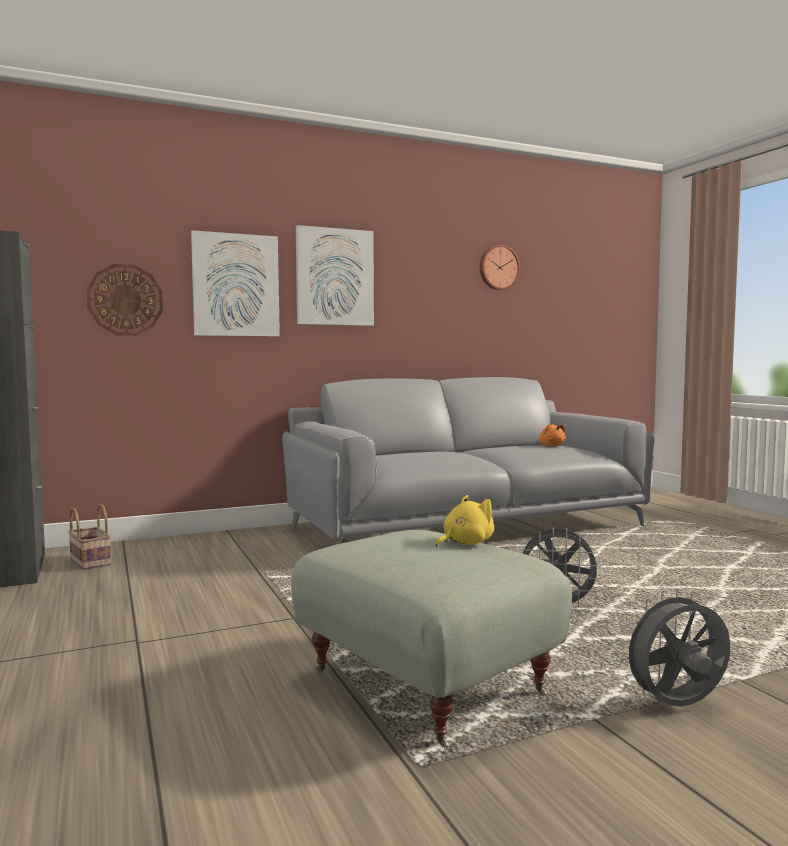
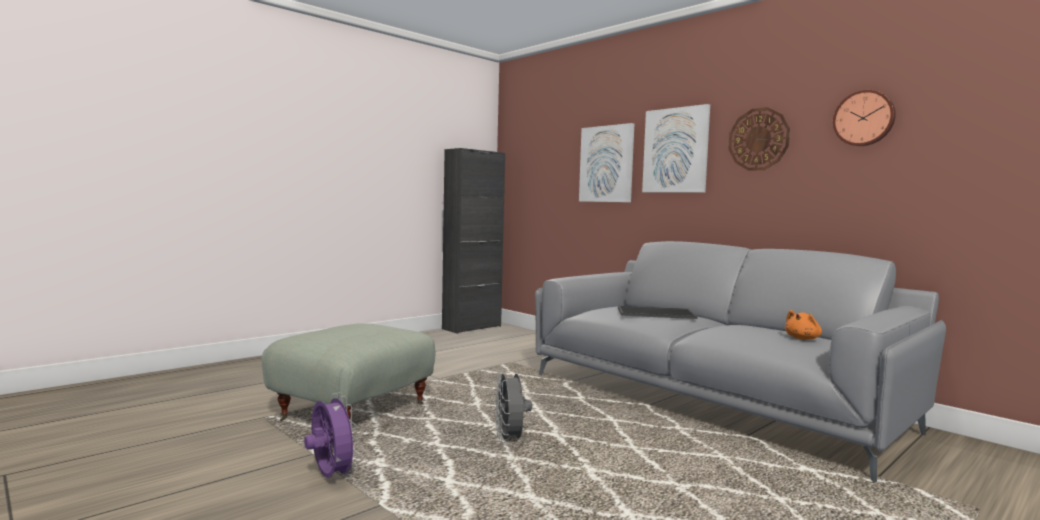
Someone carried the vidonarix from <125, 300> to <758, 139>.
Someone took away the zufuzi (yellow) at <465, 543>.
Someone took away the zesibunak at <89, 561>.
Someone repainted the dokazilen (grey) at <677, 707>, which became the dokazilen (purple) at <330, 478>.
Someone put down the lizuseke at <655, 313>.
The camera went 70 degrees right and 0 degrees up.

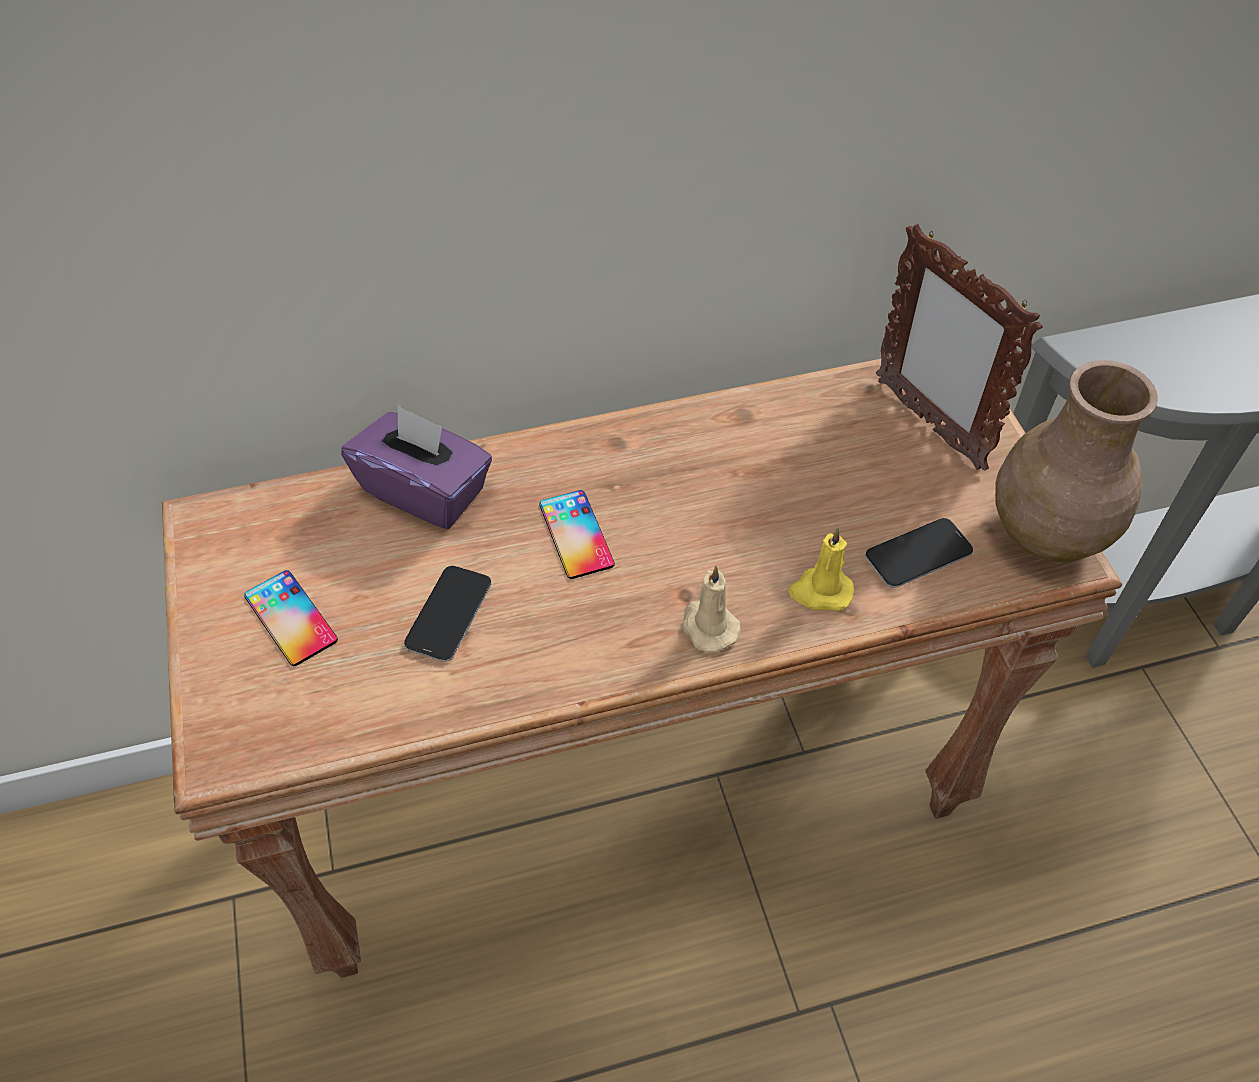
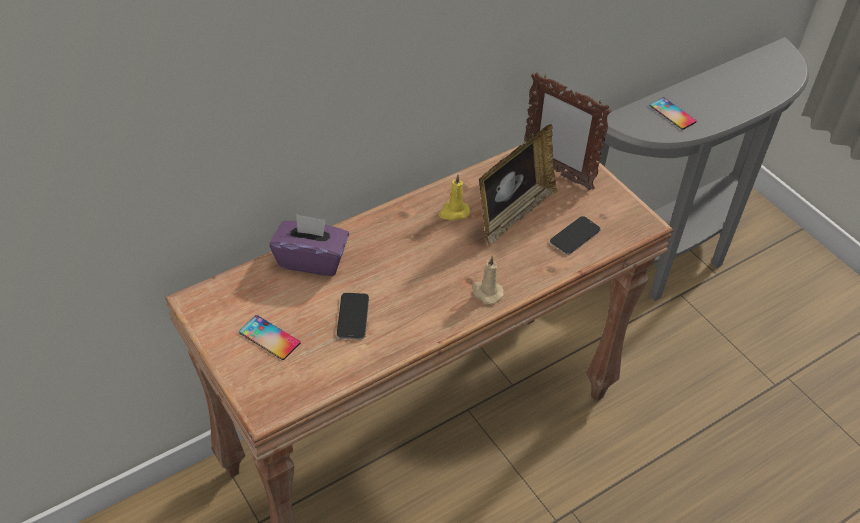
Someone took away the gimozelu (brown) at <1045, 534>.
Someone carried the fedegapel from <576, 534> to <672, 113>.
Someone carried the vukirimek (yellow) from <820, 591> to <453, 212>.
Someone put down the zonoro at <513, 214>.
The camera went 20 degrees left and 5 degrees down.

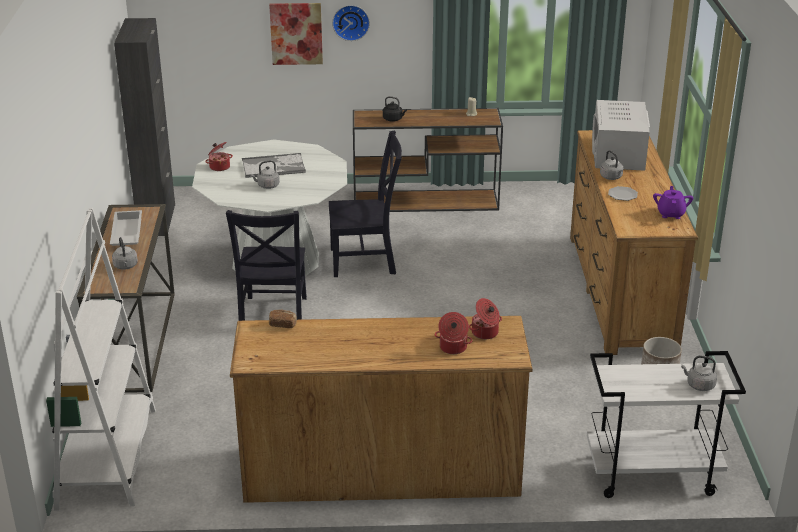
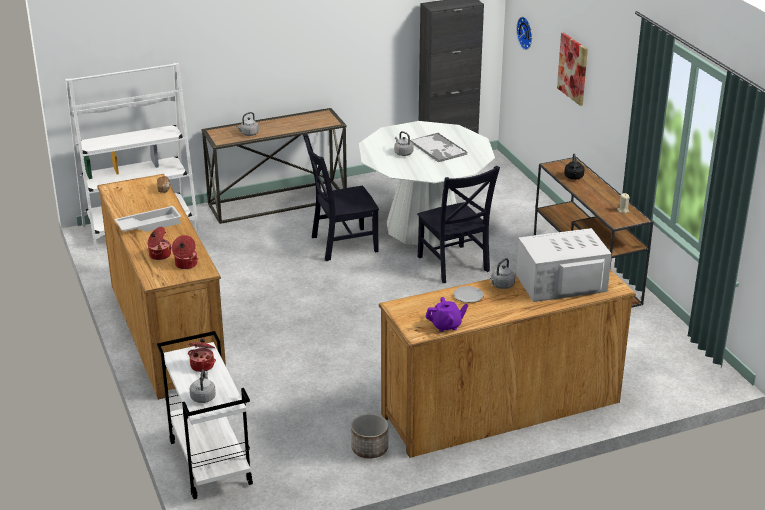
Someone carried the vidonarix from <351, 22> to <526, 32>.
Someone carried the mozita from <219, 167> to <203, 365>.
Someone carried the lizuseke (white) from <126, 234> to <149, 224>.
The camera went 70 degrees right and 0 degrees up.

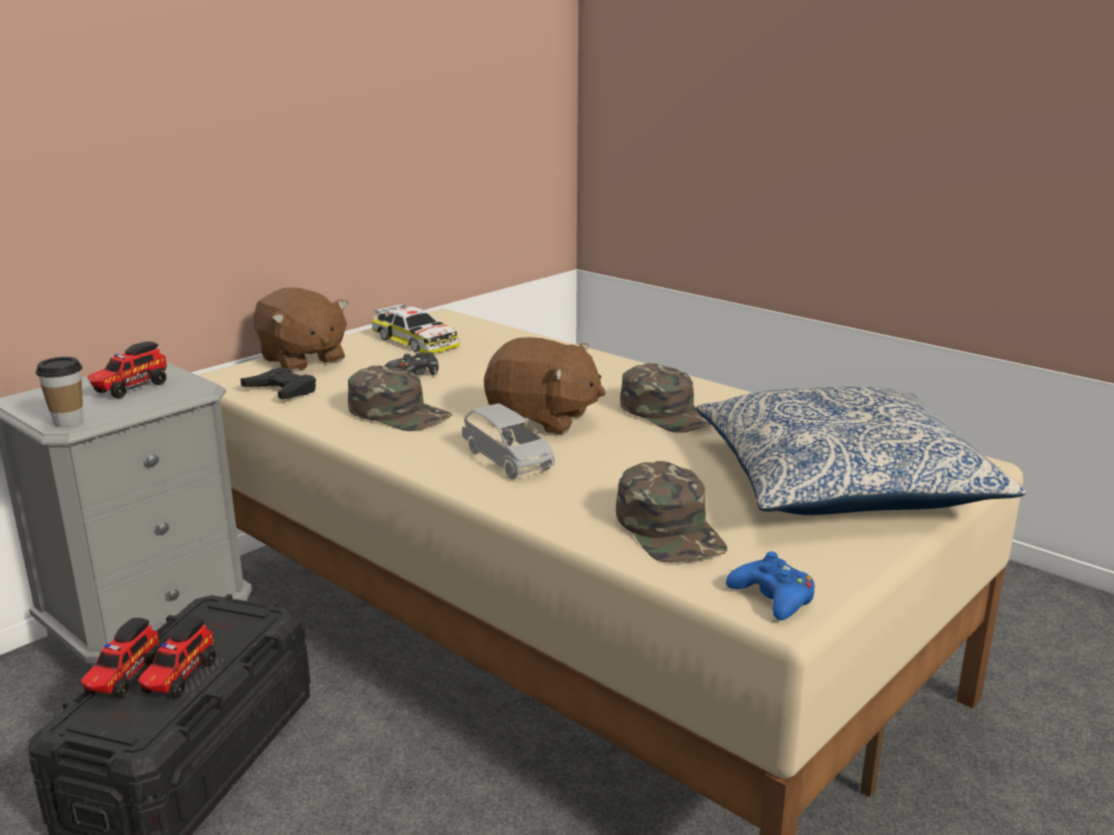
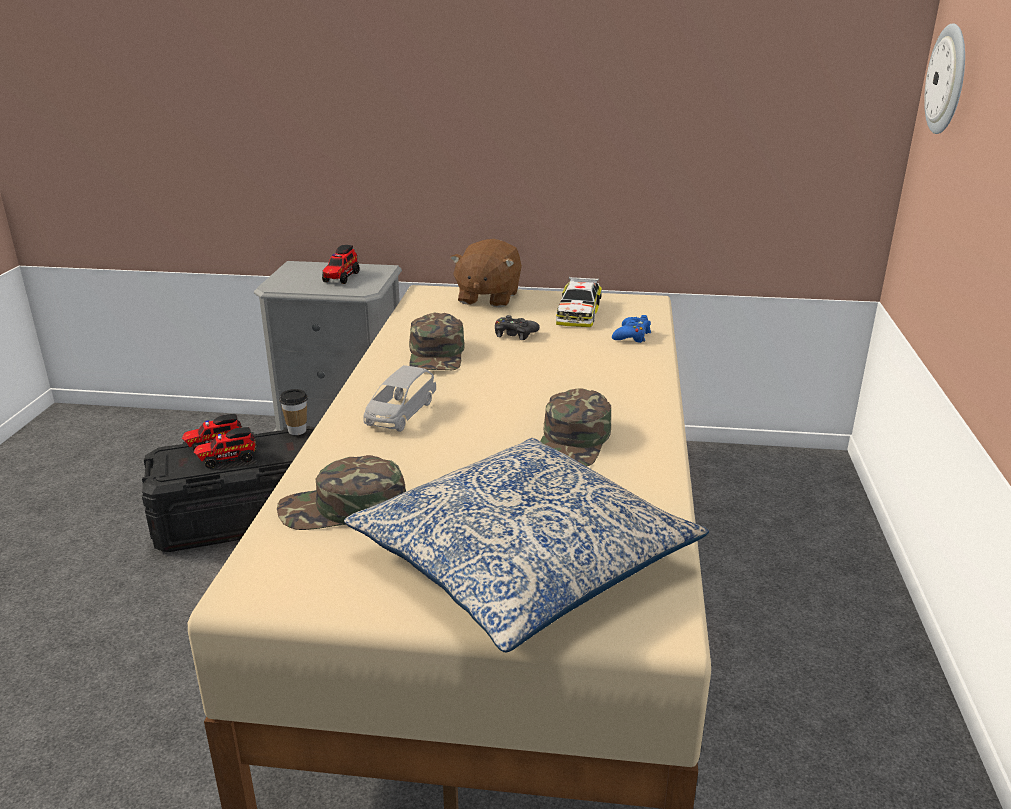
Someone took away the zufuzi (brown) at <542, 420>.
Someone rotated the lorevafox at <129, 389> by 75 degrees counterclockwise.
Someone carried the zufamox from <68, 422> to <297, 431>.
Someone took away the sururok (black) at <282, 391>.
Someone rotated the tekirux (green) at <670, 529> by 45 degrees clockwise.
Someone carried the sururok (blue) from <773, 598> to <632, 336>.
Someone put up the vidonarix at <948, 79>.
The camera went 55 degrees right and 5 degrees up.

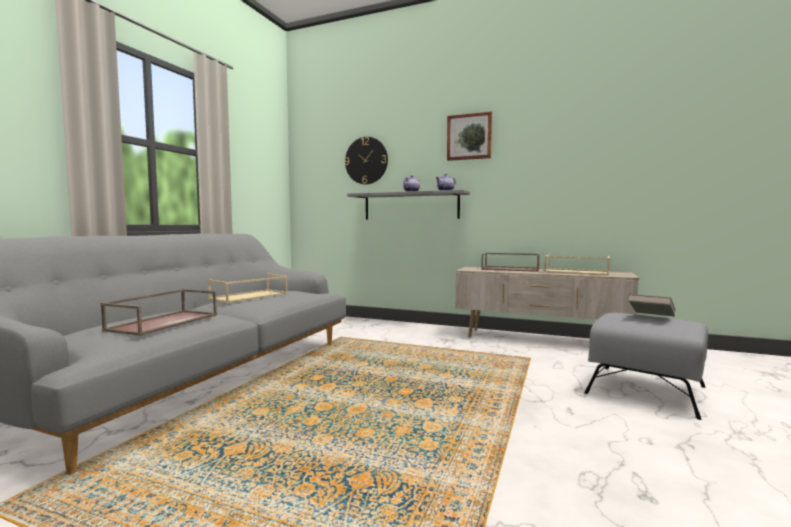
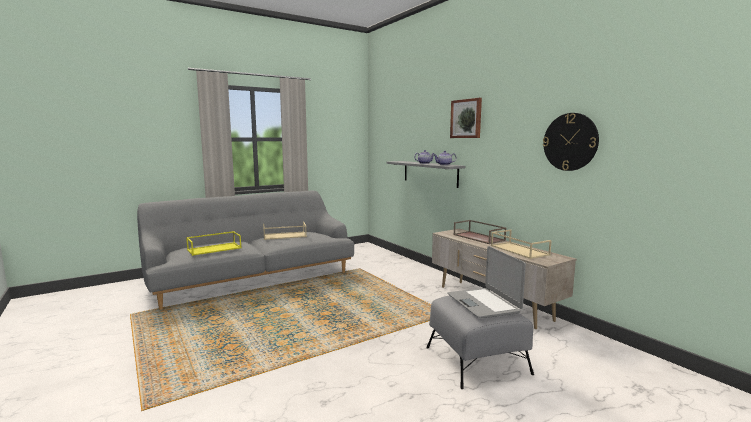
Someone carried the vidonarix from <366, 160> to <570, 142>.
Someone repainted the lizuseke (brown) at <164, 322>, which became the lizuseke (yellow) at <215, 248>.
Someone swapped the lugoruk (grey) at <651, 317> for the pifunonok at <483, 303>.
The camera went 35 degrees right and 5 degrees up.

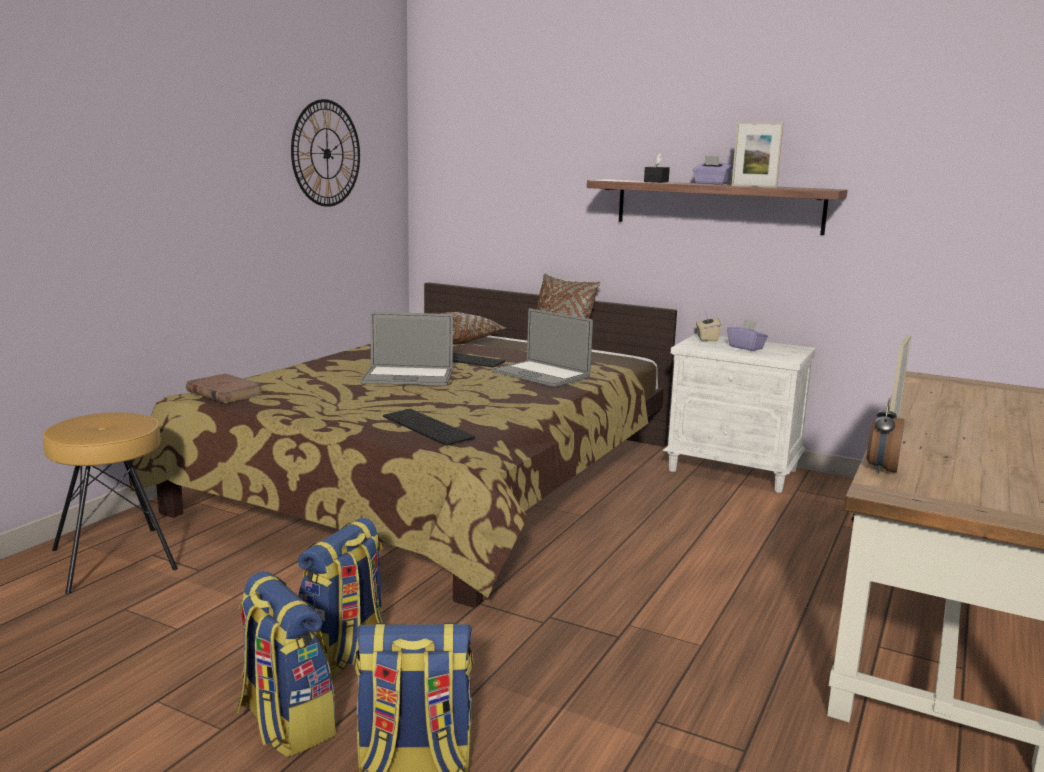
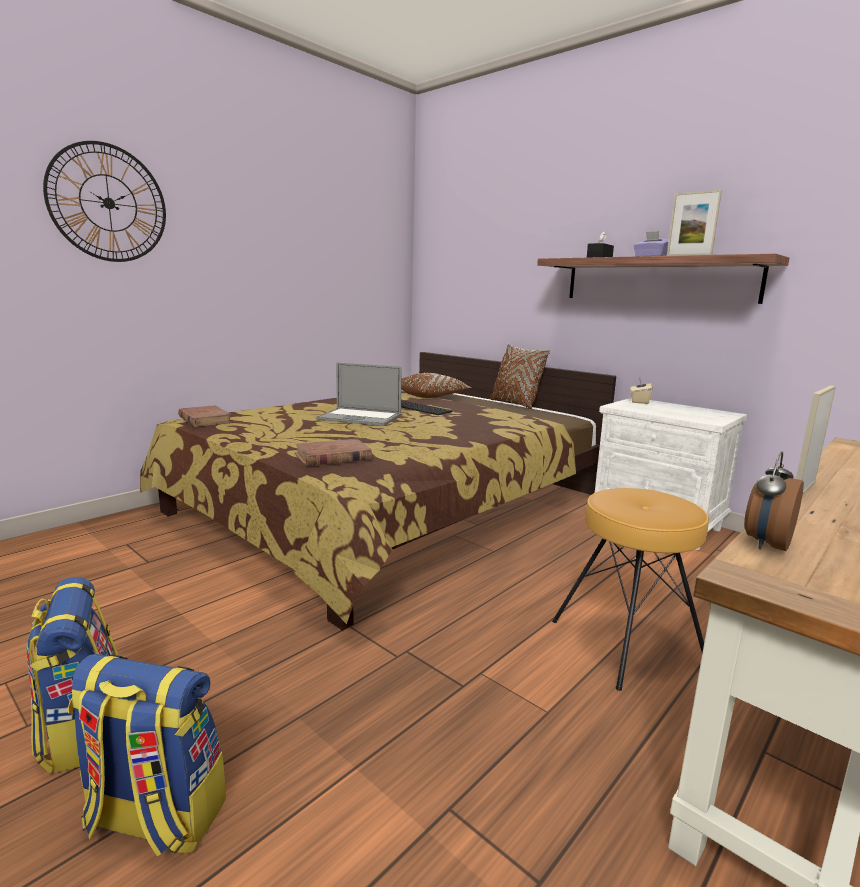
Someone carried the vidonarix from <326, 153> to <108, 203>.
Someone took away the pifunonok at <540, 374>.
Someone took away the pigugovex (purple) at <746, 347>.
Someone swapped the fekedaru at <429, 427> for the lugoruk (brown) at <332, 457>.
Someone carried the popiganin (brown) from <115, 559> to <627, 643>.
Someone took away the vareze at <343, 652>.
The camera went 15 degrees right and 0 degrees up.

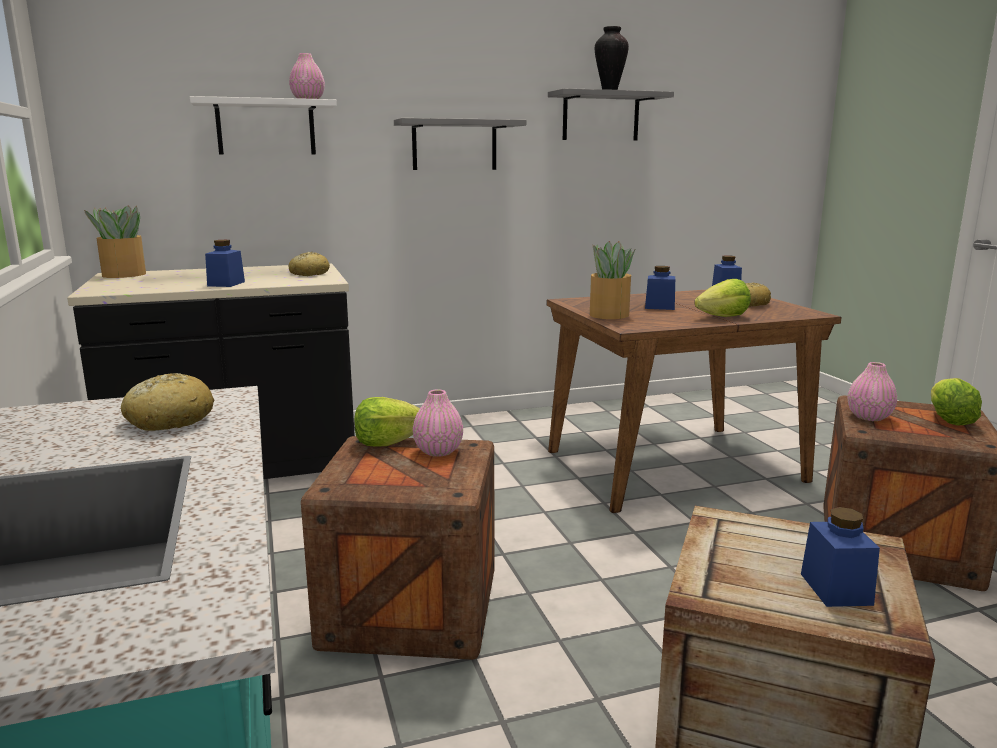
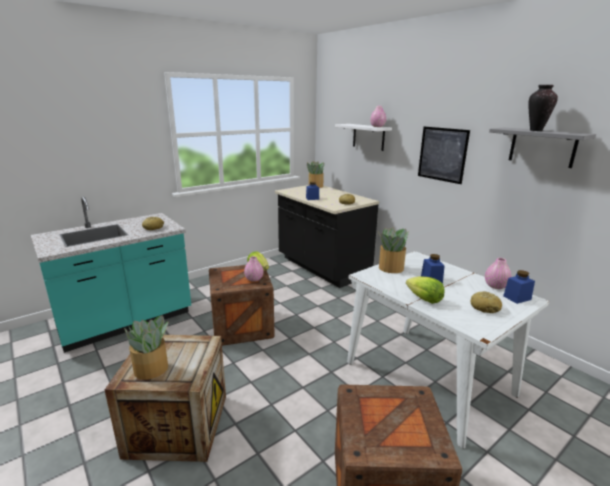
Someone swapped the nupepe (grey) at <454, 145> for the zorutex at <442, 154>.
Someone repainted the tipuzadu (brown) at <675, 465>, which became the tipuzadu (white) at <429, 378>.
Someone carried the gimozelu (pink) from <869, 417> to <495, 286>.
Someone took away the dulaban at <948, 419>.
Someone swapped the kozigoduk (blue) at <836, 589> for the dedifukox at <152, 369>.
The camera went 70 degrees right and 5 degrees up.

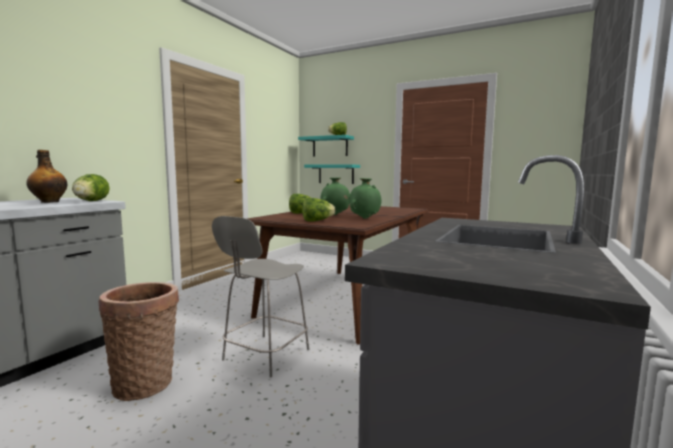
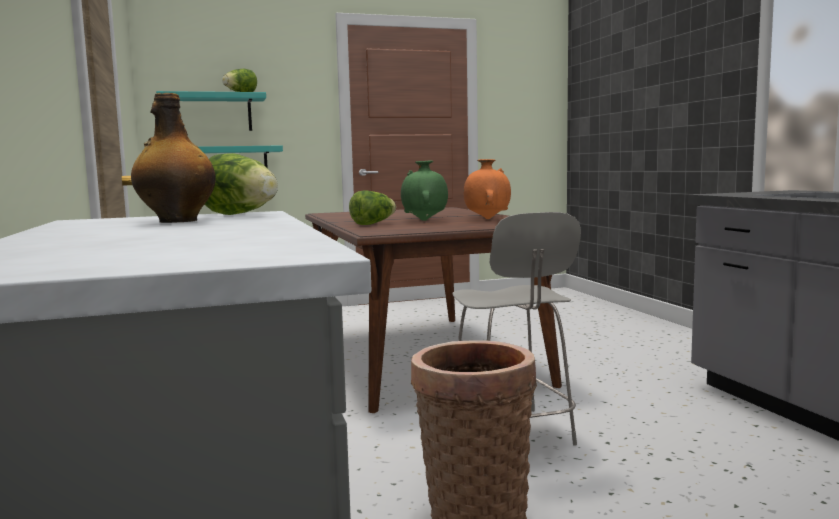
Someone repainted the gimozelu (green) at <365, 218>, which became the gimozelu (orange) at <487, 219>.
Someone took away the dulaban at <317, 221>.
The camera went 45 degrees left and 0 degrees up.

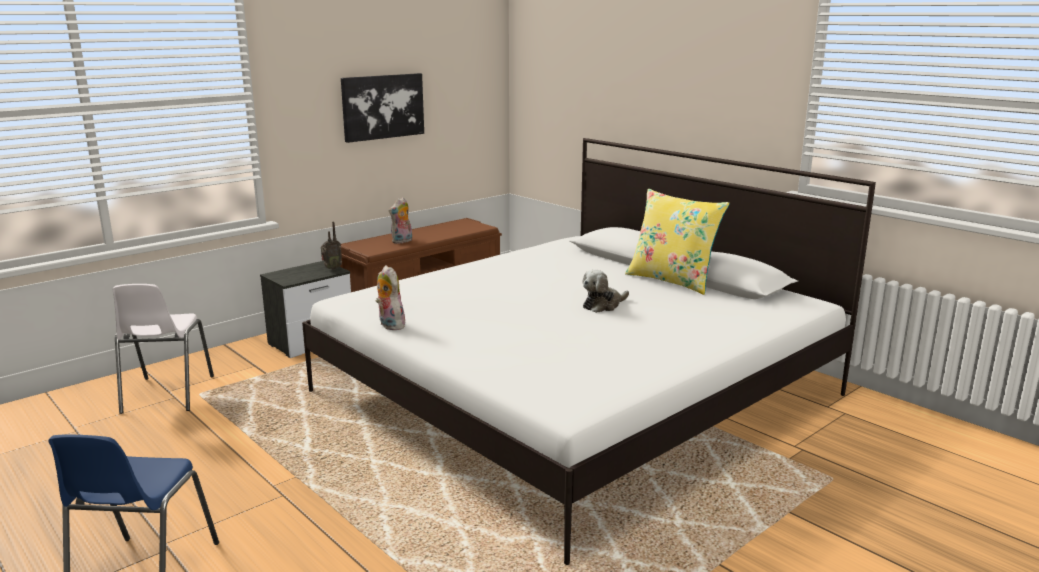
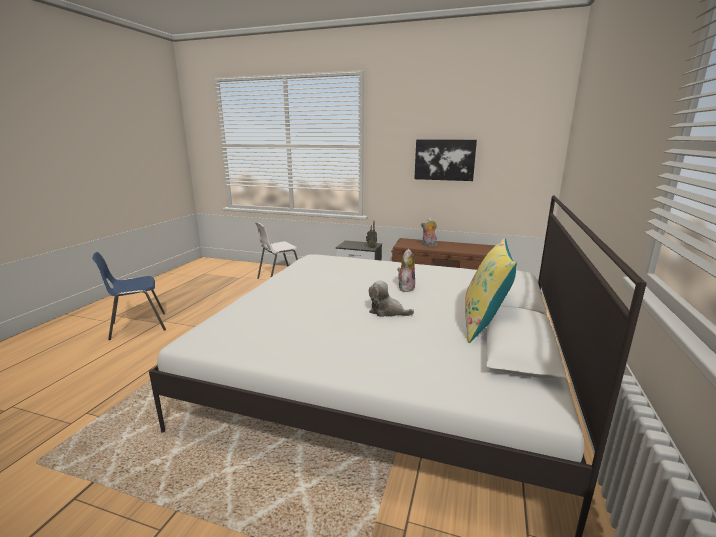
Someone carried the zufuzi from <389, 325> to <405, 288>.
The camera went 60 degrees right and 0 degrees up.

